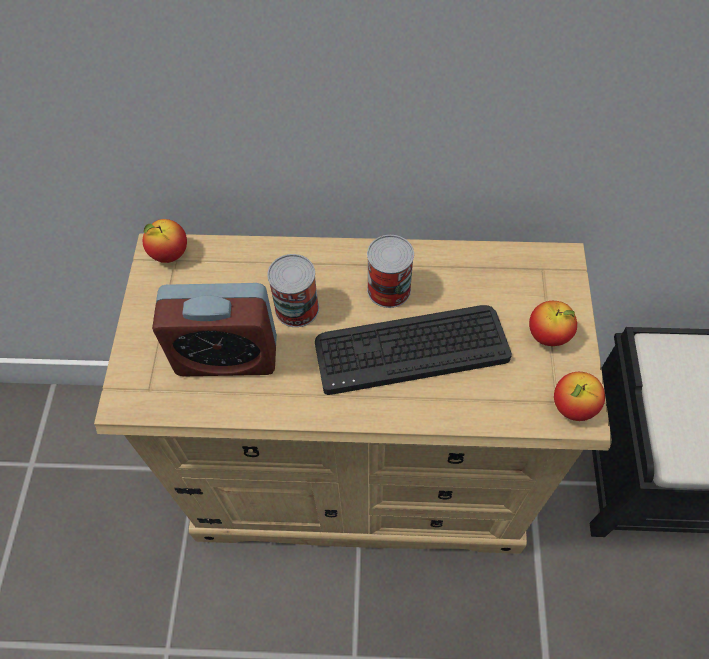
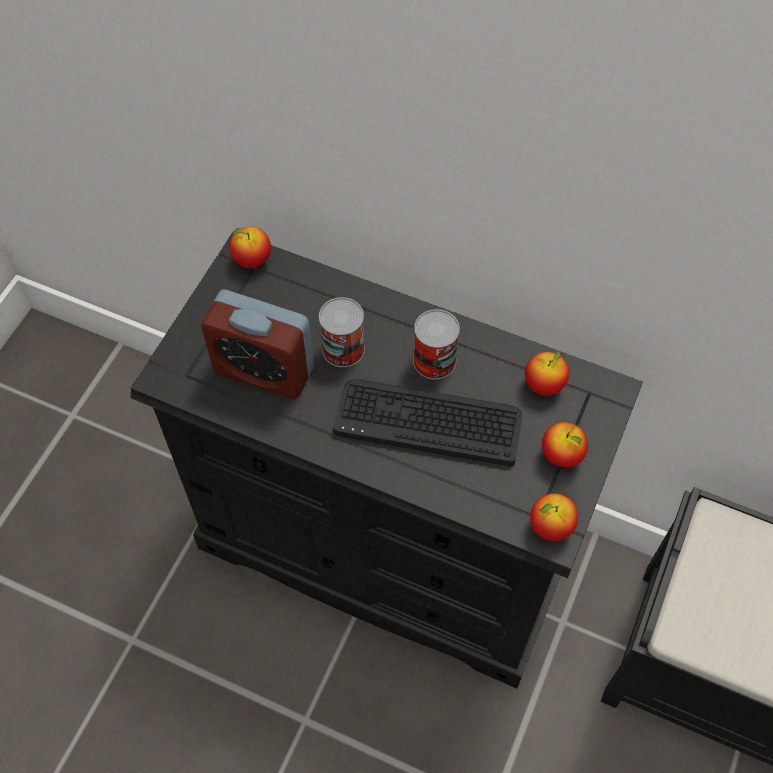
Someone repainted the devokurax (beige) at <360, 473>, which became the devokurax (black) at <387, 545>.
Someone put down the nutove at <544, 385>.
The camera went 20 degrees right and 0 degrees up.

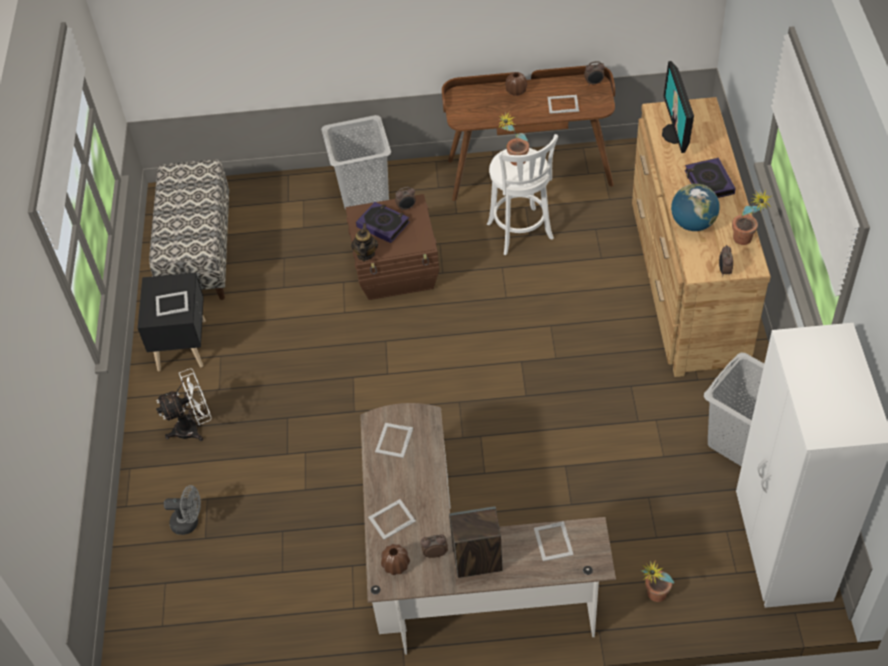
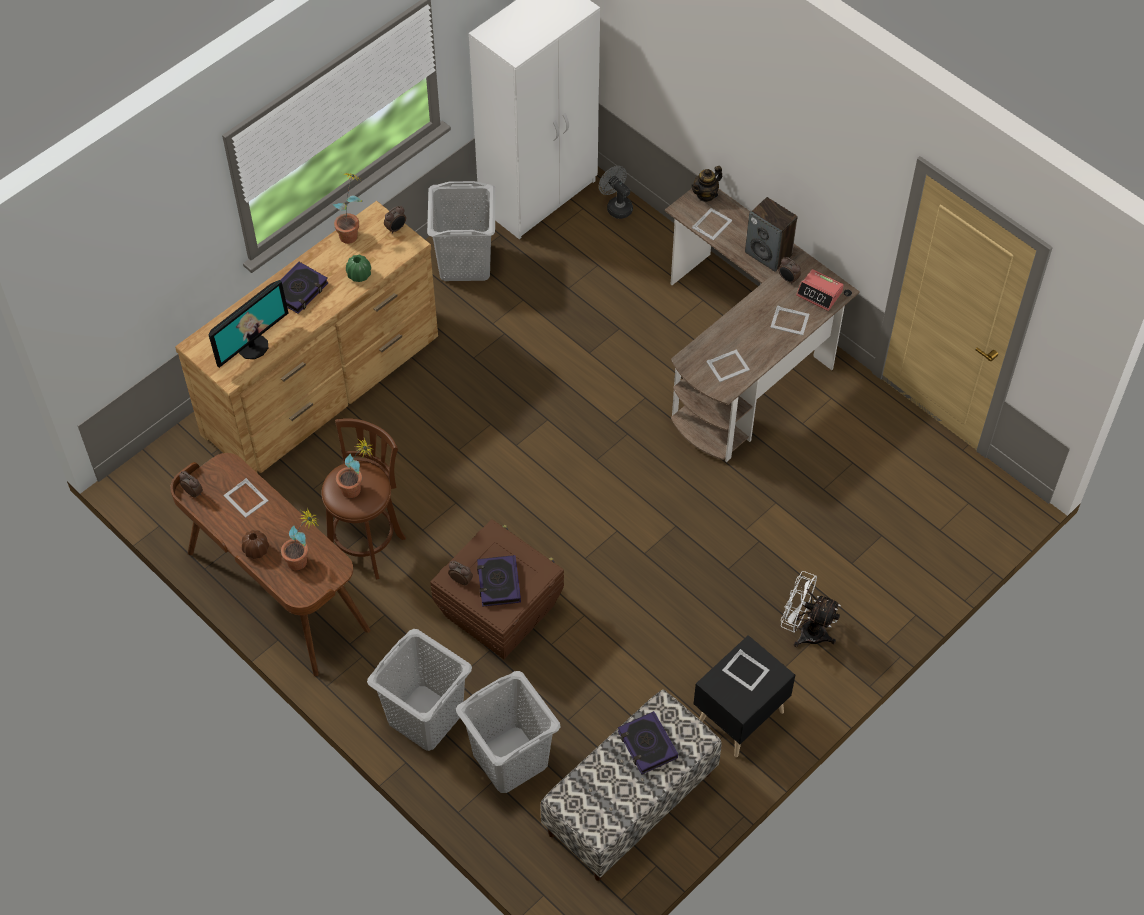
Someone repainted the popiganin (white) at <521, 234>, which became the popiganin (brown) at <367, 542>.
Someone swapped the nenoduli at <693, 223> for the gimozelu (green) at <359, 275>.
Someone carried the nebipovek from <365, 254> to <705, 194>.
Someone carried the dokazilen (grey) from <189, 522> to <616, 206>.
Someone swapped the gimozelu (brown) at <396, 565> for the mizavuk at <819, 293>.
Someone carried the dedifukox from <653, 598> to <303, 561>.
Someone put down the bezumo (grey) at <510, 760>.
Someone put down the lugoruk at <647, 745>.
The camera went 135 degrees left and 5 degrees up.

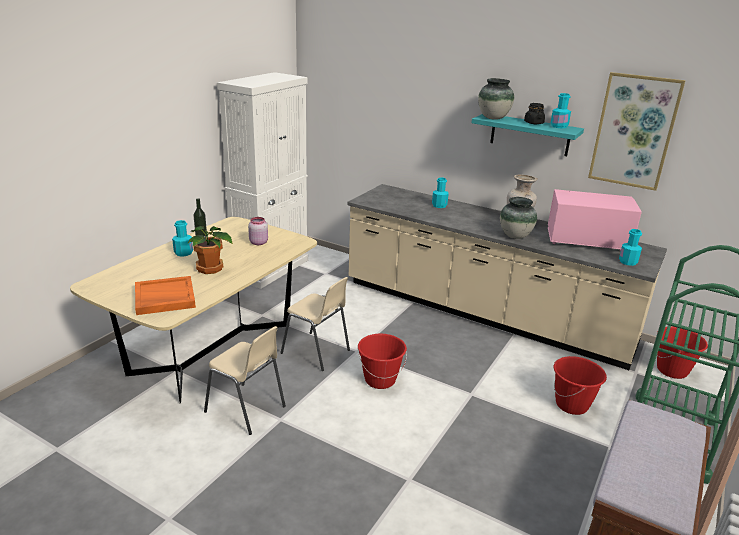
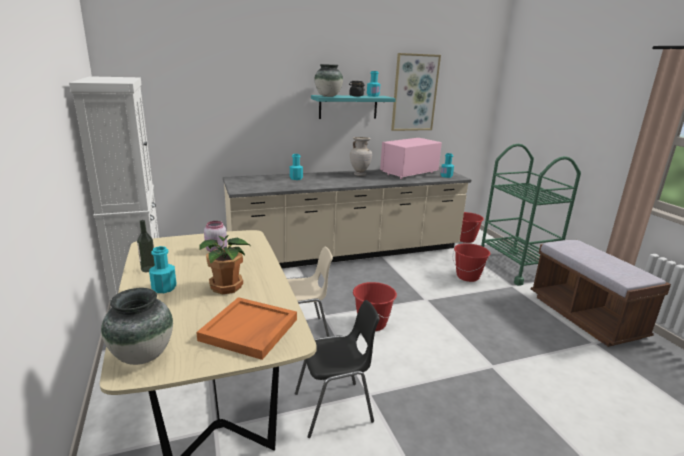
Someone carried the gimozelu from <515, 236> to <142, 356>.
Someone repainted the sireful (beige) at <247, 410>, which became the sireful (black) at <335, 408>.
The camera went 50 degrees left and 5 degrees down.

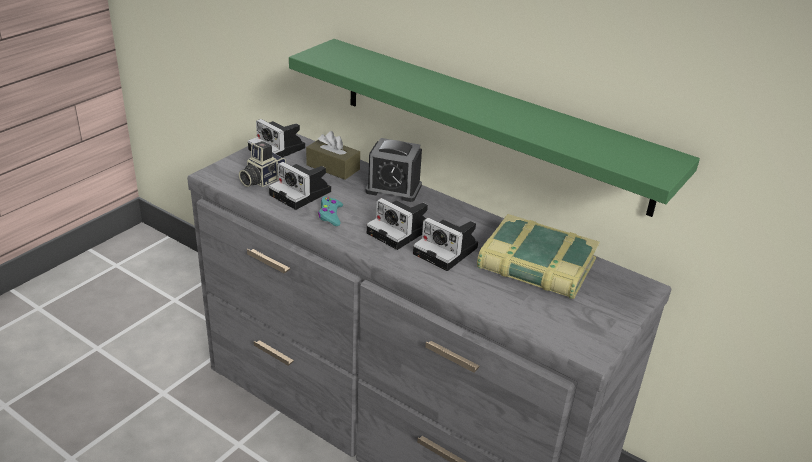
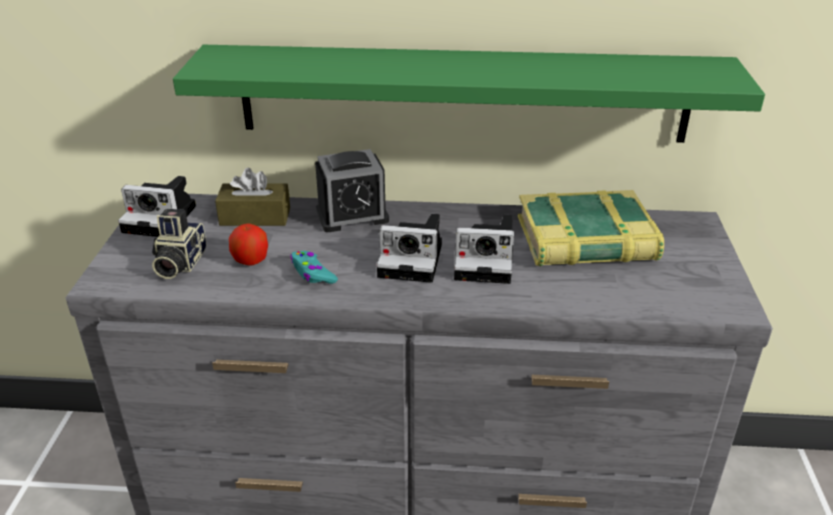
Someone swapped the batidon at <302, 194> for the nutove at <251, 261>.
The camera went 30 degrees left and 0 degrees up.

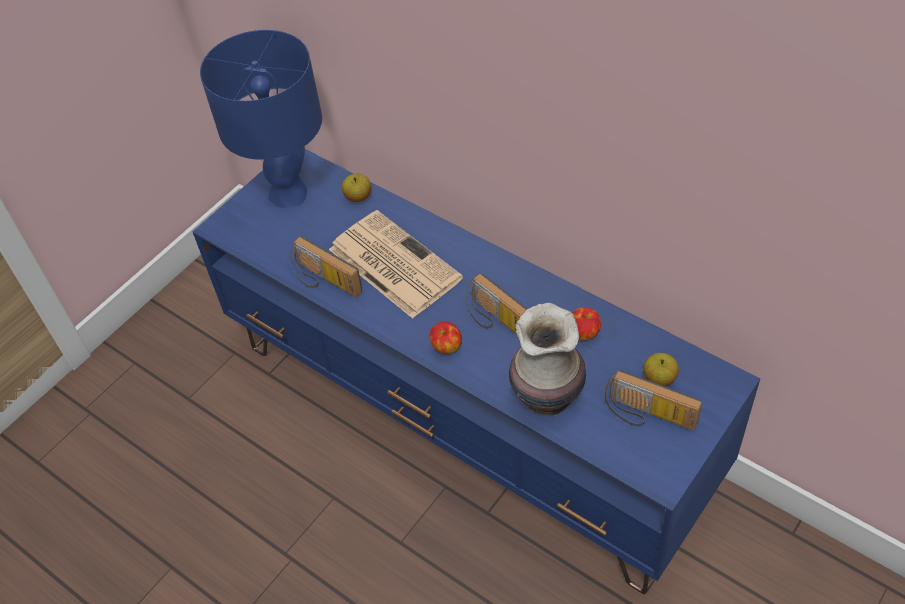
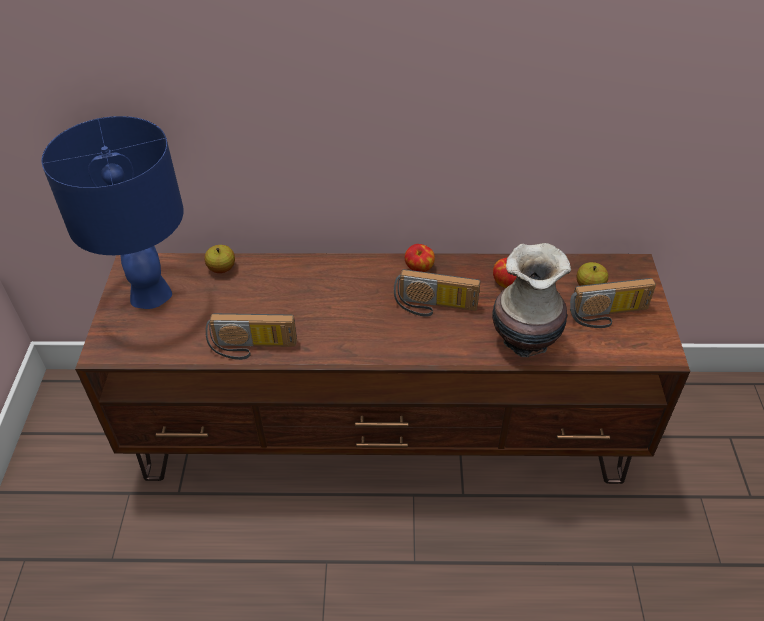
Someone repainted the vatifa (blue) at <467, 417>, which became the vatifa (brown) at <385, 431>.
Someone took away the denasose at <392, 263>.
Someone carried the nutove from <446, 347> to <419, 269>.
The camera went 40 degrees left and 5 degrees down.

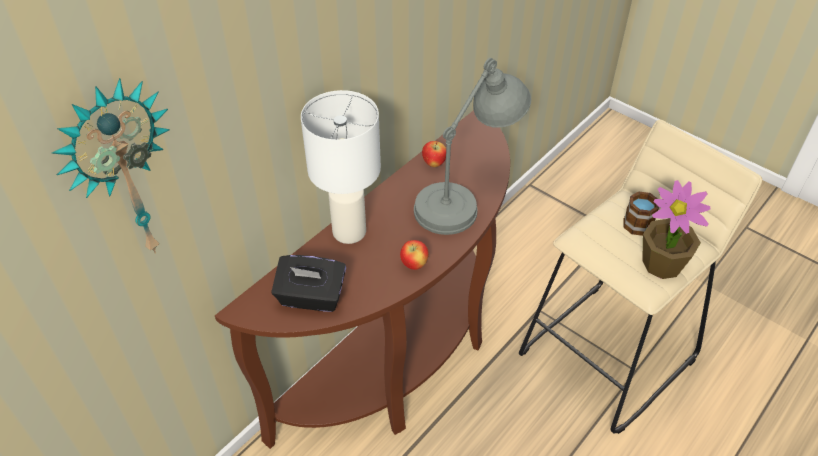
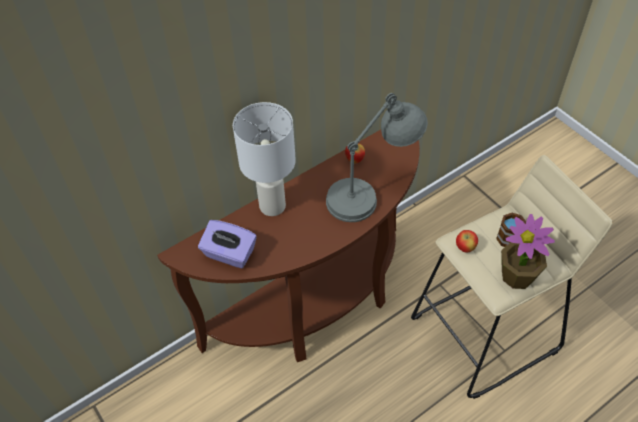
Someone took away the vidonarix at <122, 174>.
Someone carried the nutove from <414, 264> to <465, 248>.
Someone repainted the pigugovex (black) at <311, 297>, which became the pigugovex (purple) at <229, 254>.
The camera went 15 degrees right and 5 degrees up.

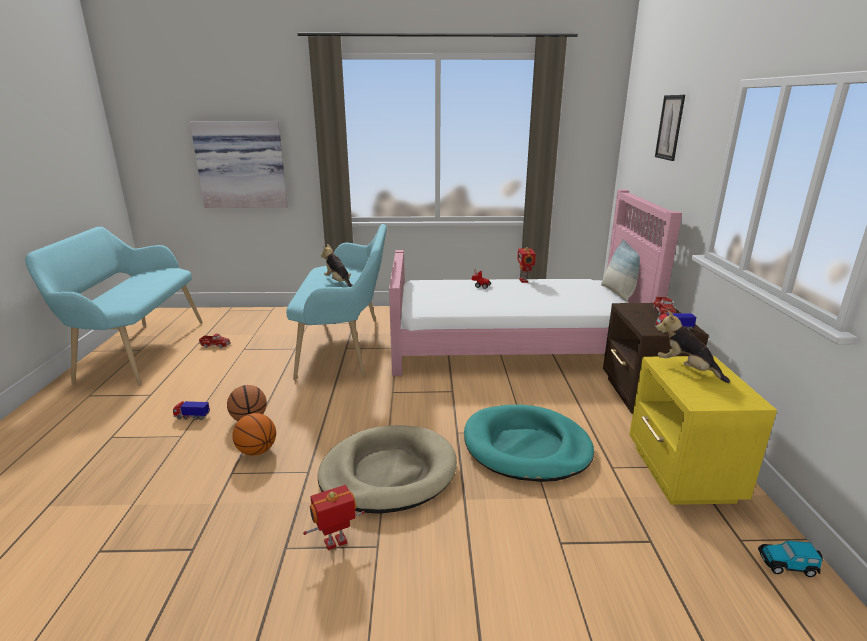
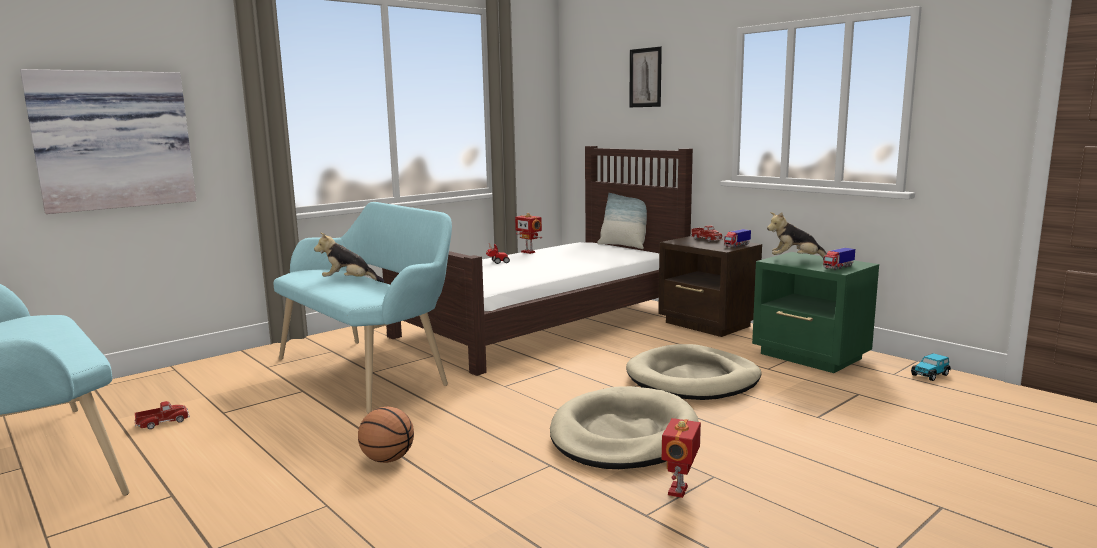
Someone repainted the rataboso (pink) at <513, 344>, which became the rataboso (brown) at <546, 322>.
Someone repainted the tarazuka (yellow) at <681, 474>, which became the tarazuka (green) at <811, 357>.
Someone carried the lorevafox from <192, 417> to <838, 267>.
Someone repainted the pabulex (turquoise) at <526, 447>, which became the pabulex (beige) at <693, 379>.
Someone took away the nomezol at <257, 451>.
The camera went 40 degrees left and 10 degrees down.

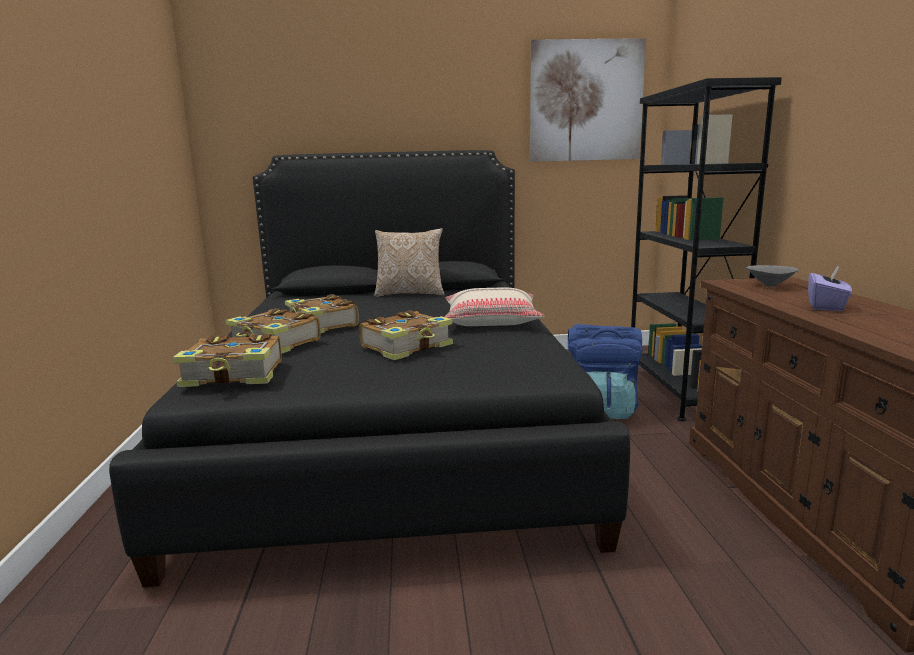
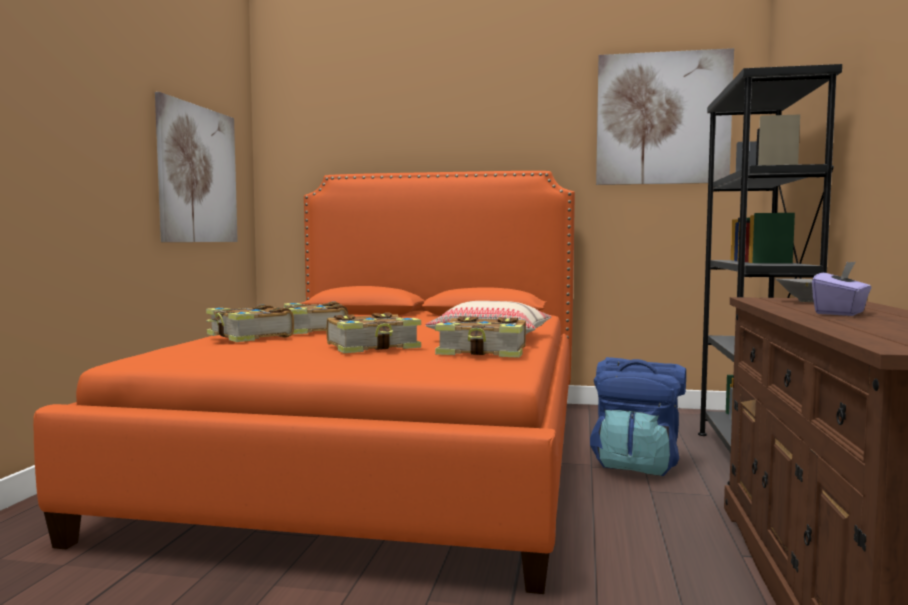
Someone repainted the rataboso (black) at <391, 428>, which became the rataboso (orange) at <384, 456>.
Someone took away the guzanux at <410, 294>.
Someone carried the lugoruk from <235, 375> to <484, 352>.
Someone put up the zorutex at <198, 174>.
The camera went 15 degrees right and 10 degrees down.

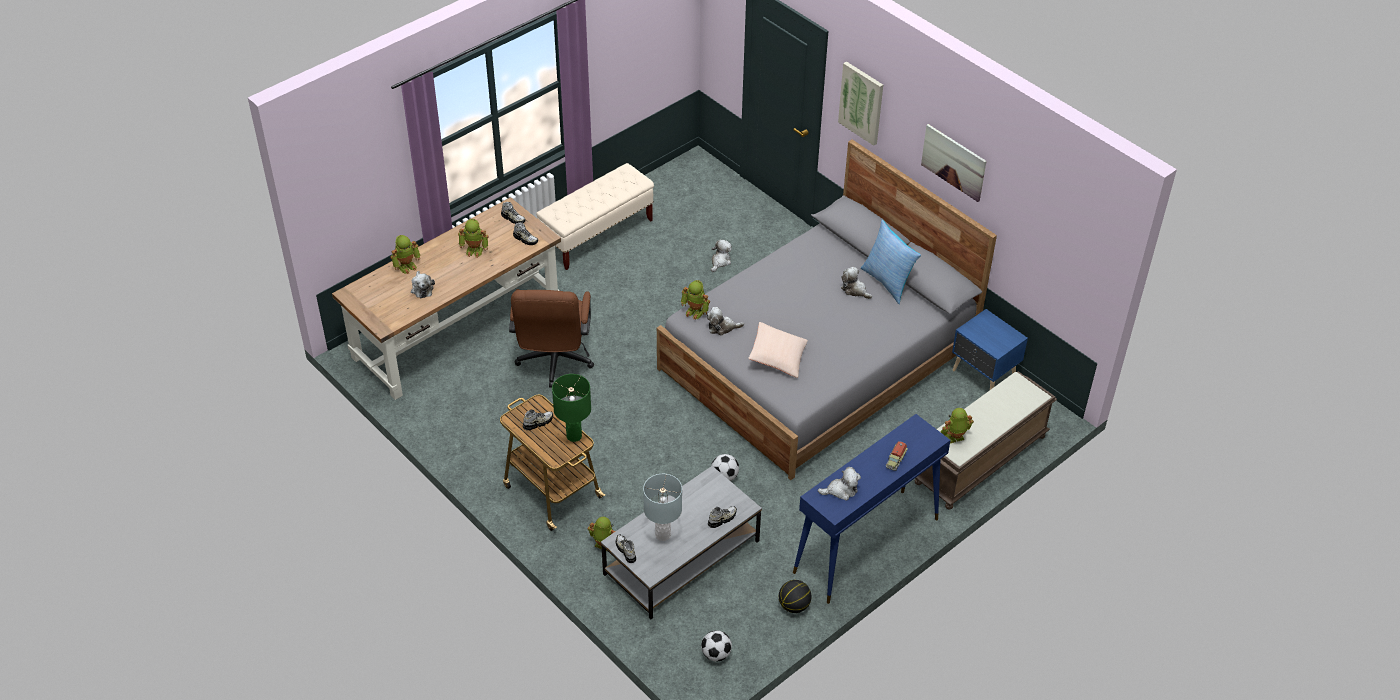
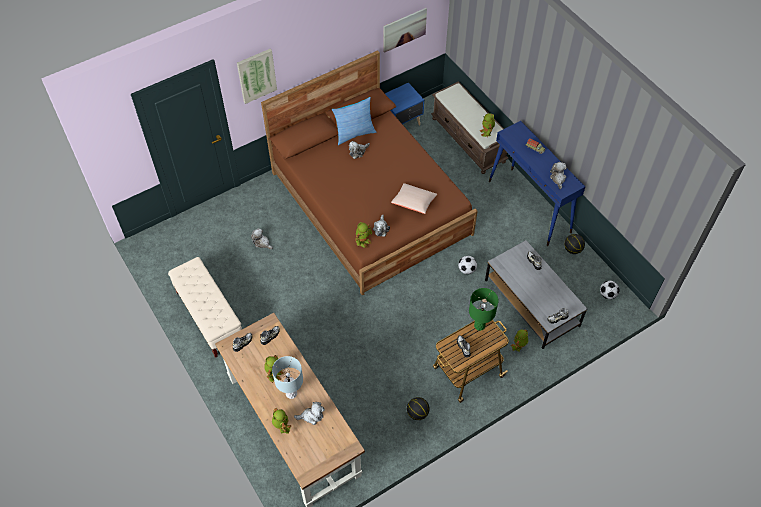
Someone carried the zorutex from <953, 162> to <404, 29>.
Someone repainted the rataboso (grey) at <818, 359>, which became the rataboso (brown) at <370, 202>.
Someone took away the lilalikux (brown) at <554, 363>.
Someone carried the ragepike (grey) from <662, 535> to <291, 393>.
Someone put down the nomezol at <417, 413>.
The camera went 80 degrees left and 10 degrees up.

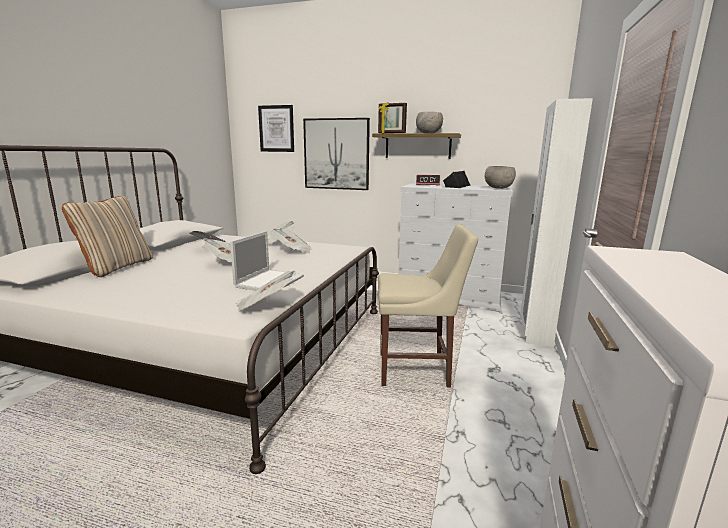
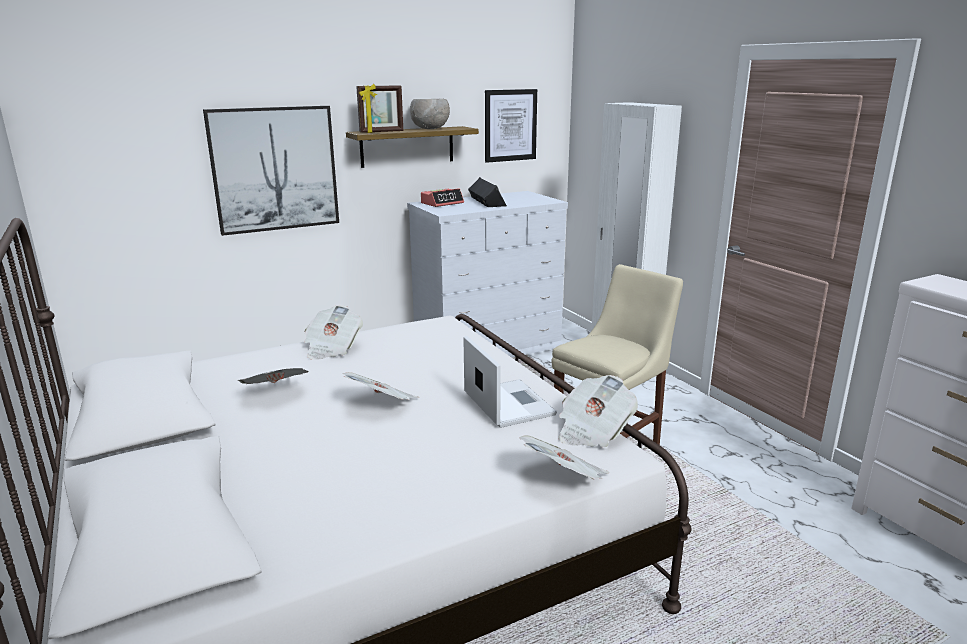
Someone carried the zorutex from <276, 128> to <510, 125>.
Someone took away the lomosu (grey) at <498, 188>.
Someone took away the guzanux (beige) at <117, 267>.
Someone carried the denasose from <293, 251> to <565, 478>.
The camera went 45 degrees left and 5 degrees up.

